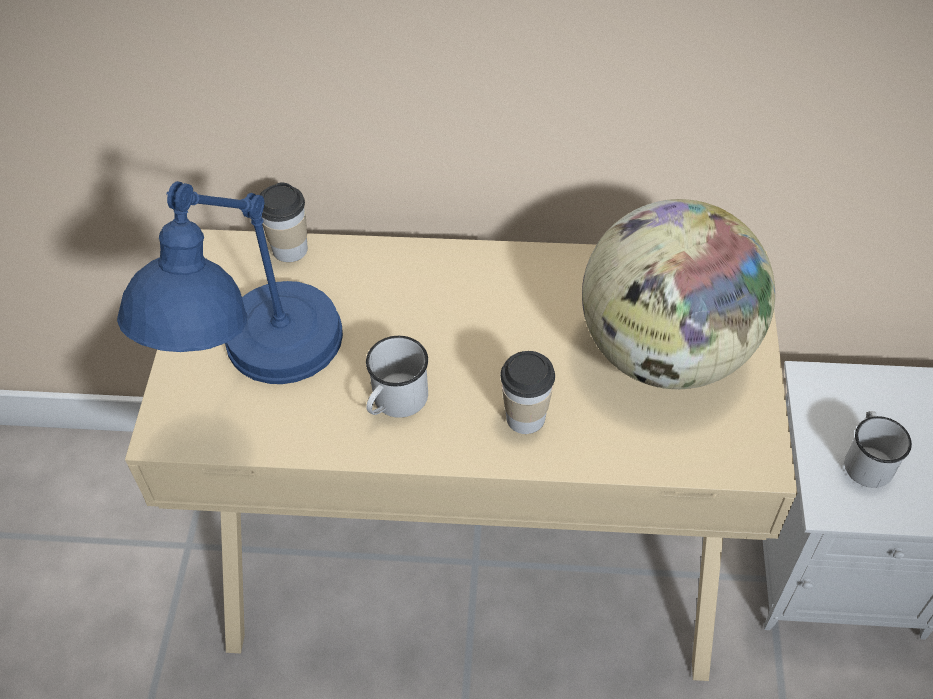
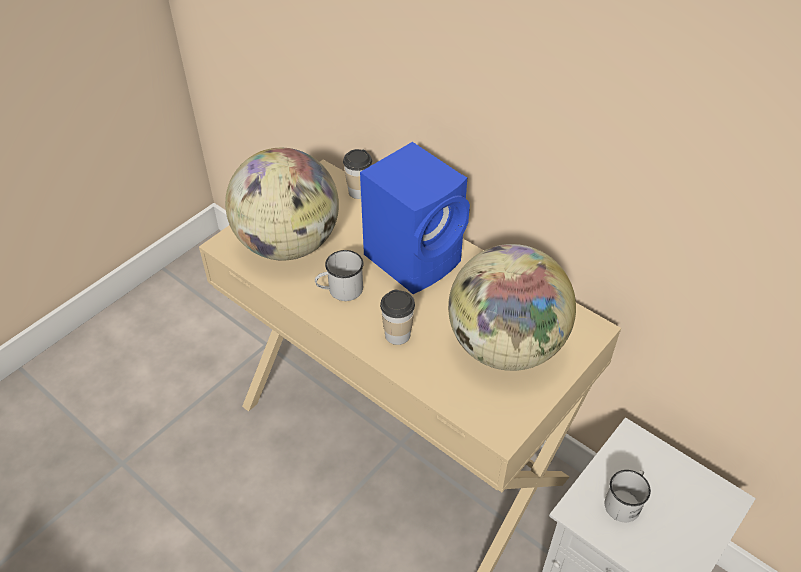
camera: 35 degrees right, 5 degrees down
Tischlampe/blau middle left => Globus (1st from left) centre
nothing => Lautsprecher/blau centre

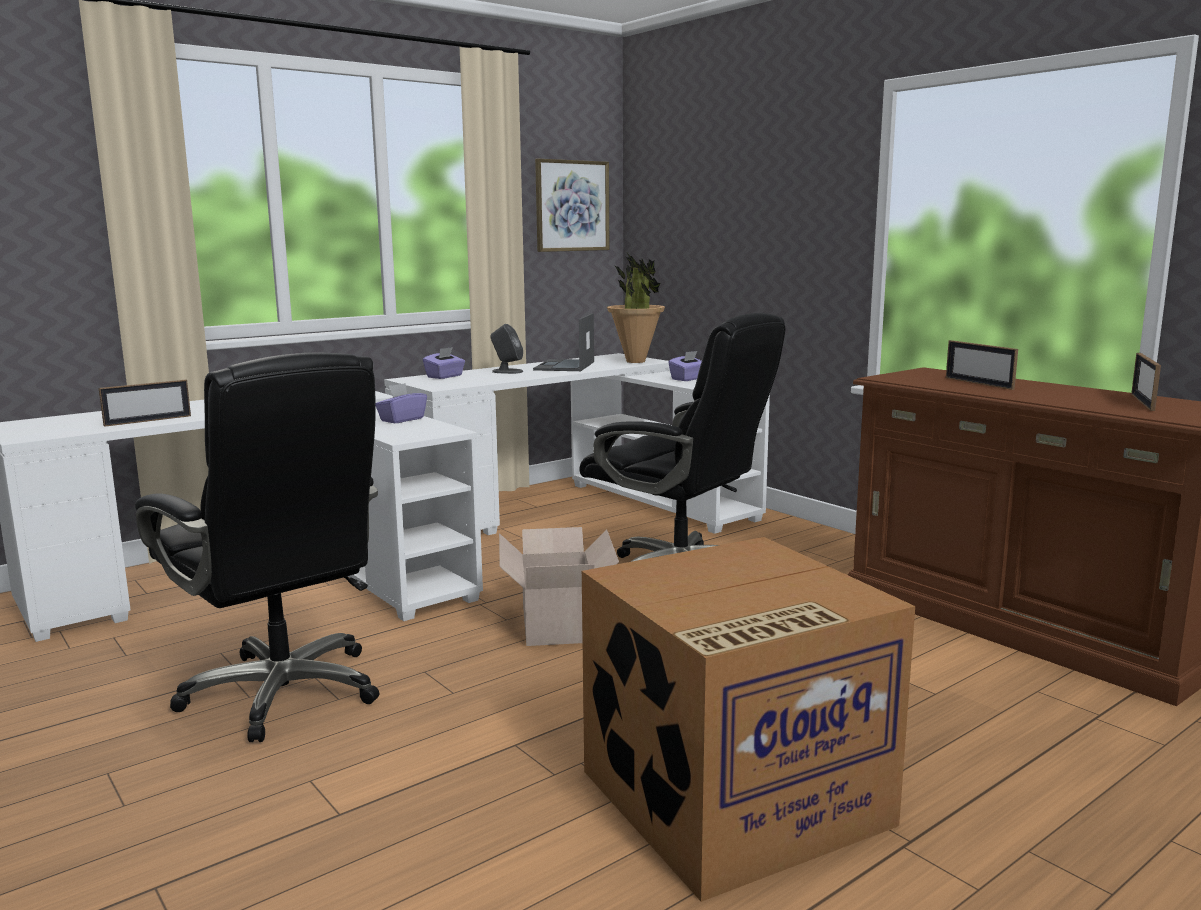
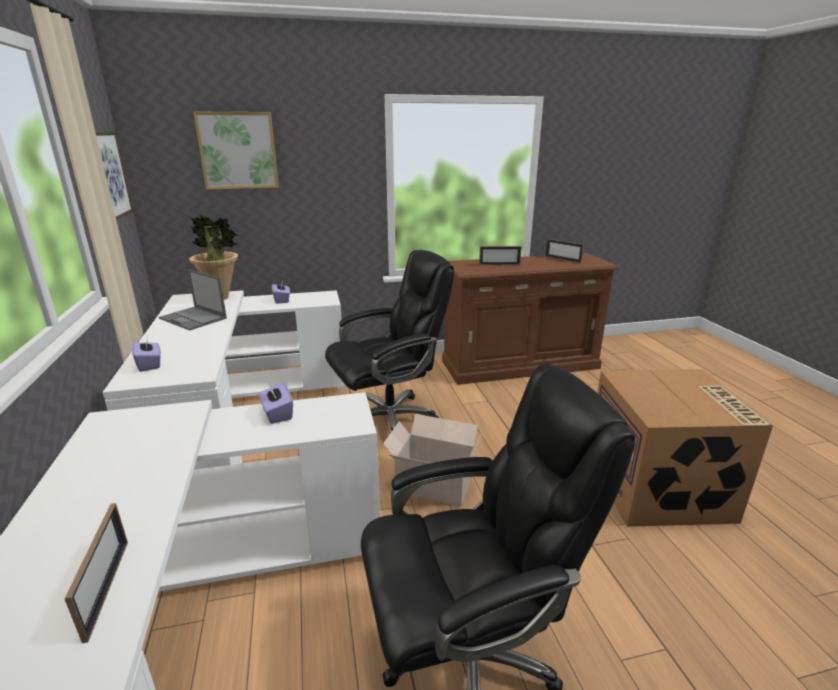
camera: 65 degrees left, 10 degrees up
Lautsprecher/grau centre => nothing
nothing => Bild (2nd from left) top left

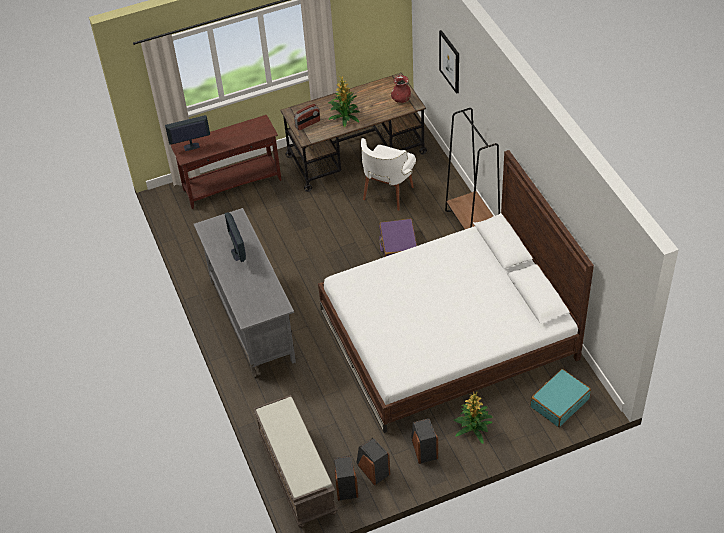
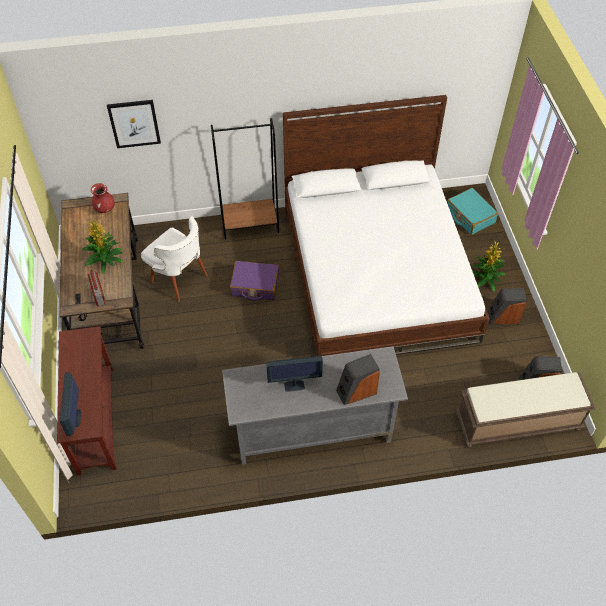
camera: 80 degrees left, 5 degrees up
Lautsprecher (2nd from left in the first image) bottom centre => Lautsprecher (1st from left) centre, move

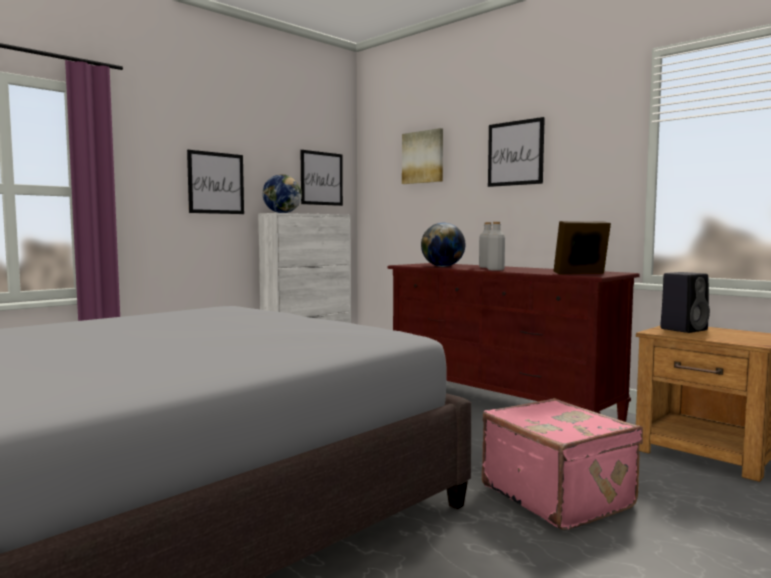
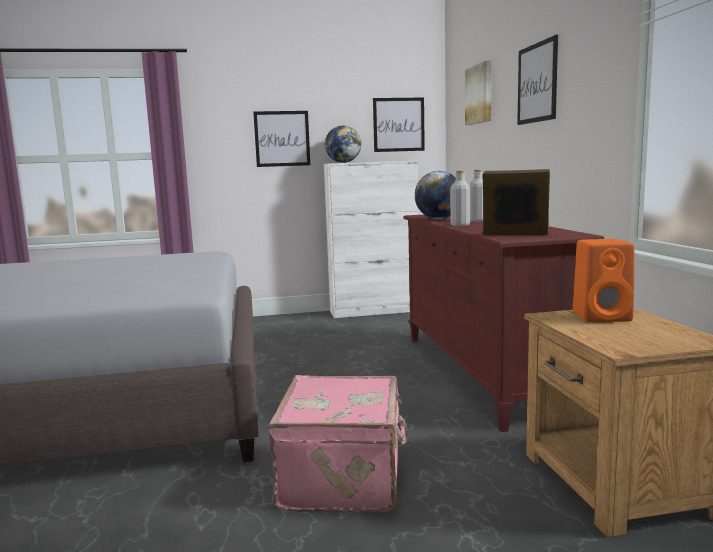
camera: 35 degrees right, 5 degrees up
Lautsprecher/schwarz middle right => Lautsprecher/orange middle right

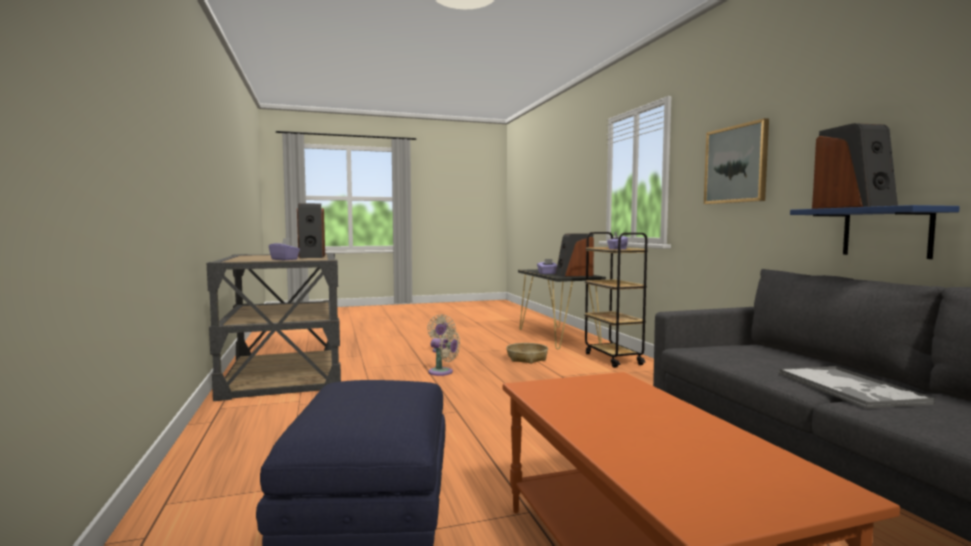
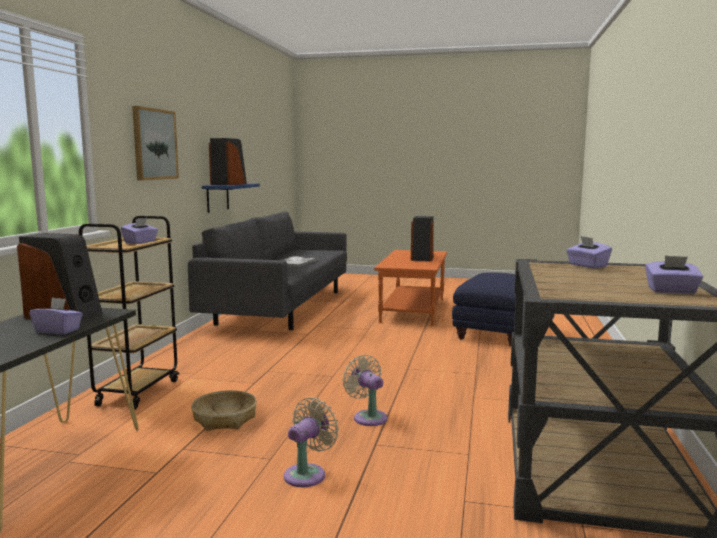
camera: 150 degrees left, 5 degrees up
Lautsprecher (1st from left in the first image) middle left => Lautsprecher (3rd from left) centre, move
nothing => Taschentuchbox/lila (4th from left) middle right

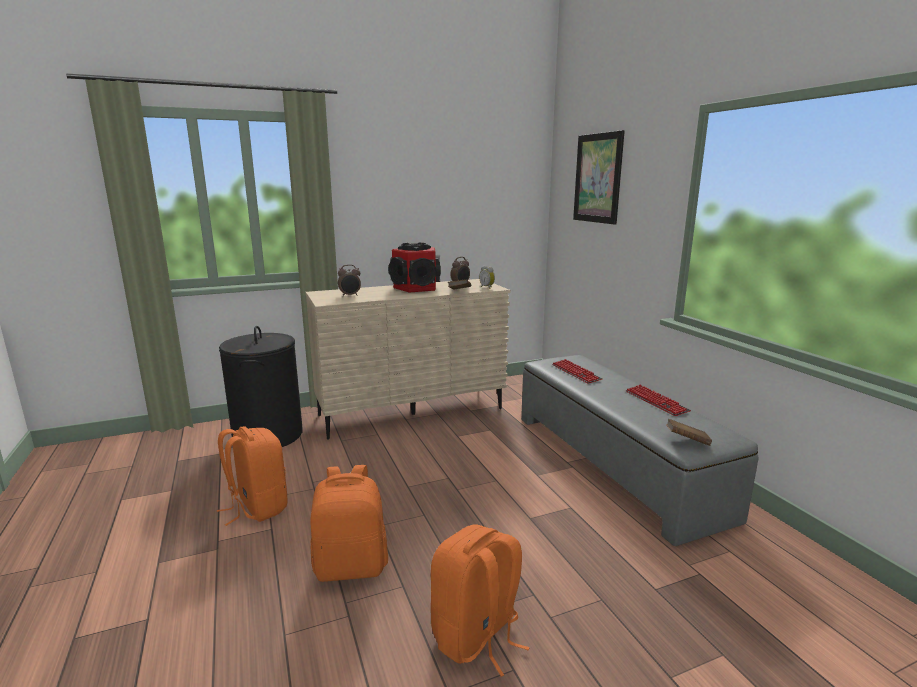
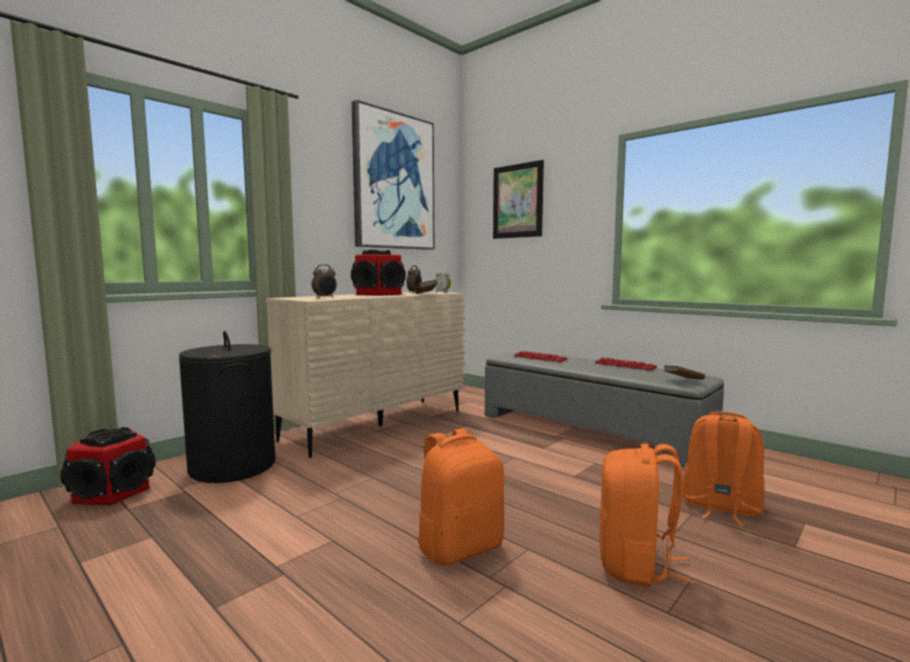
camera: 25 degrees left, 10 degrees down
Rucksack/orange (1st from left in the first image) bottom left => Rucksack/orange (3rd from left) bottom right, move
nothing => Bild (1st from left) top centre
nothing => Lautsprecher (1st from left) bottom left

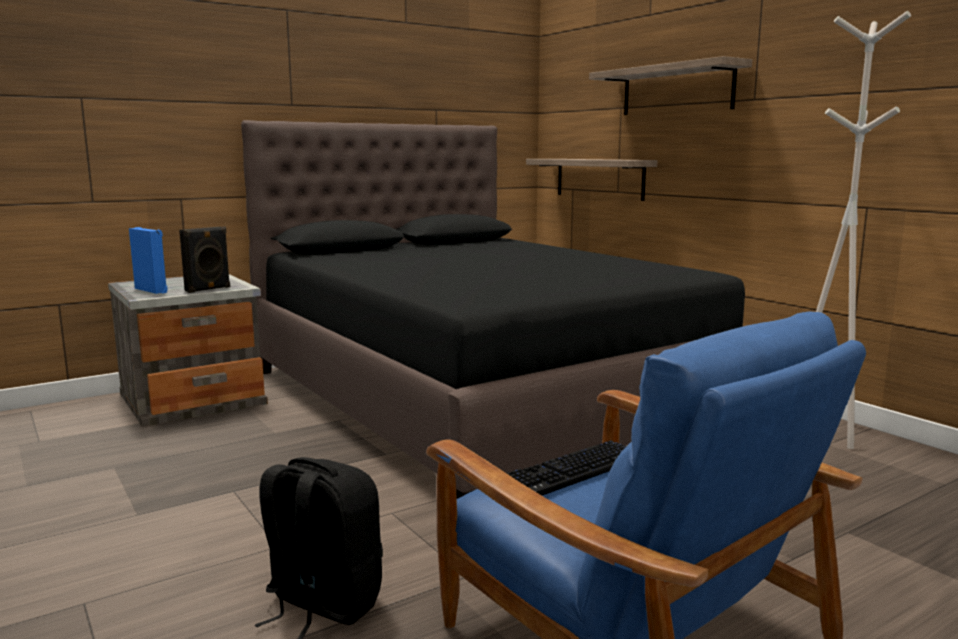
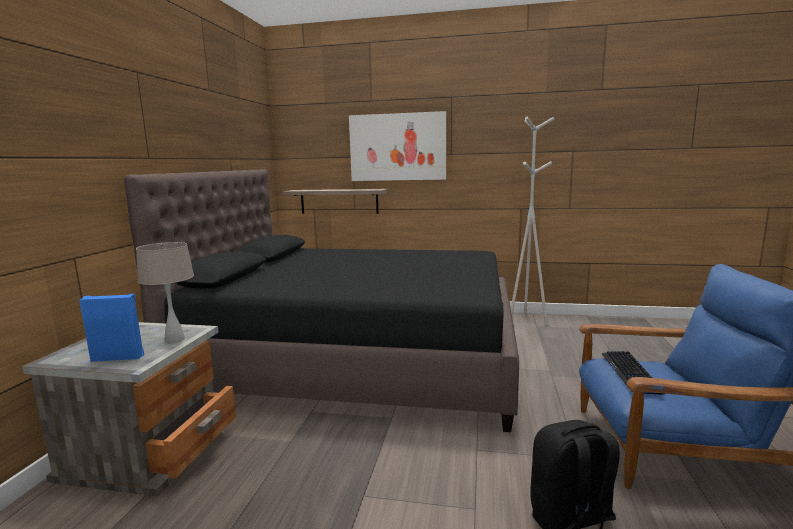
camera: 45 degrees left, 0 degrees up
Wandregal (2nd from left) top right => Bild top centre
Lautsprecher/schwarz middle left => Tischlampe/beige middle left

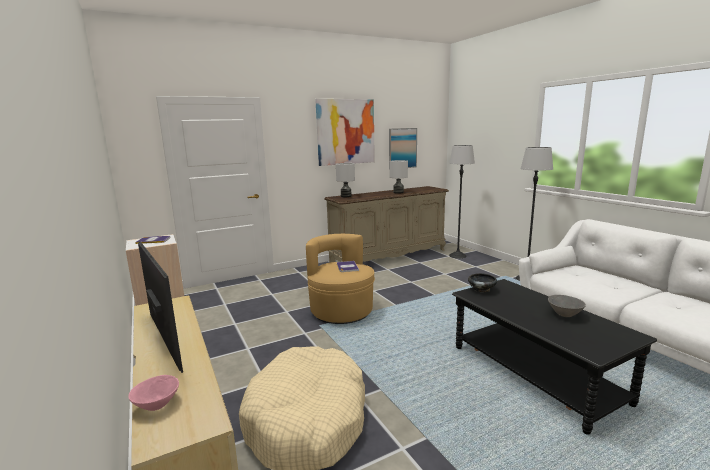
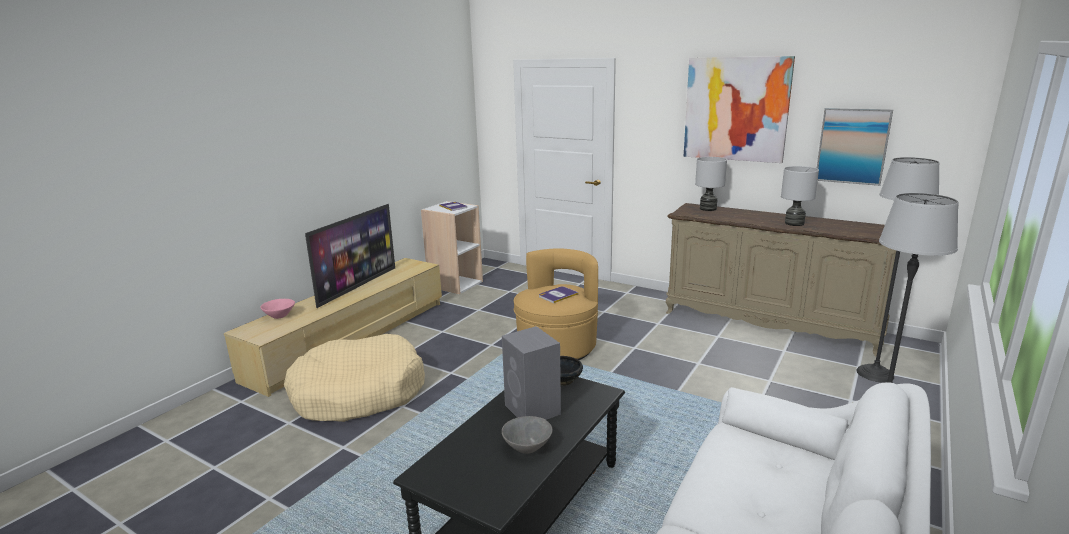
camera: 60 degrees right, 5 degrees up
nothing => Lautsprecher/grau bottom centre

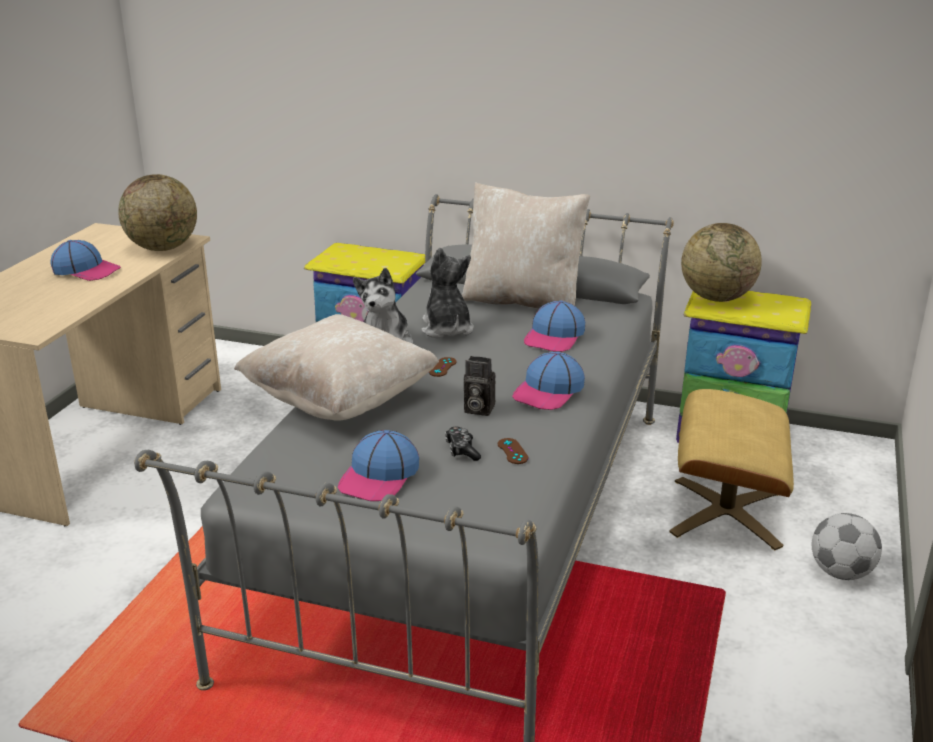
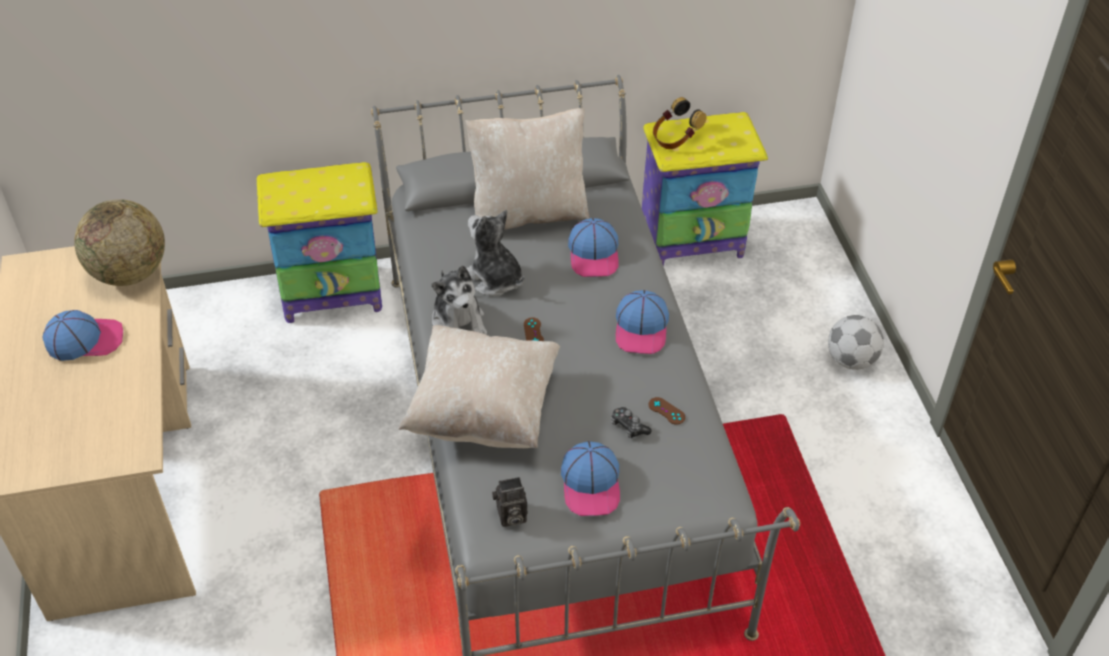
camera: 30 degrees left, 20 degrees up
Globus (2nd from left) middle right => Kopfhörer top centre
Kamera centre => Kamera bottom centre, move
Polsterhocker/beige middle right => nothing

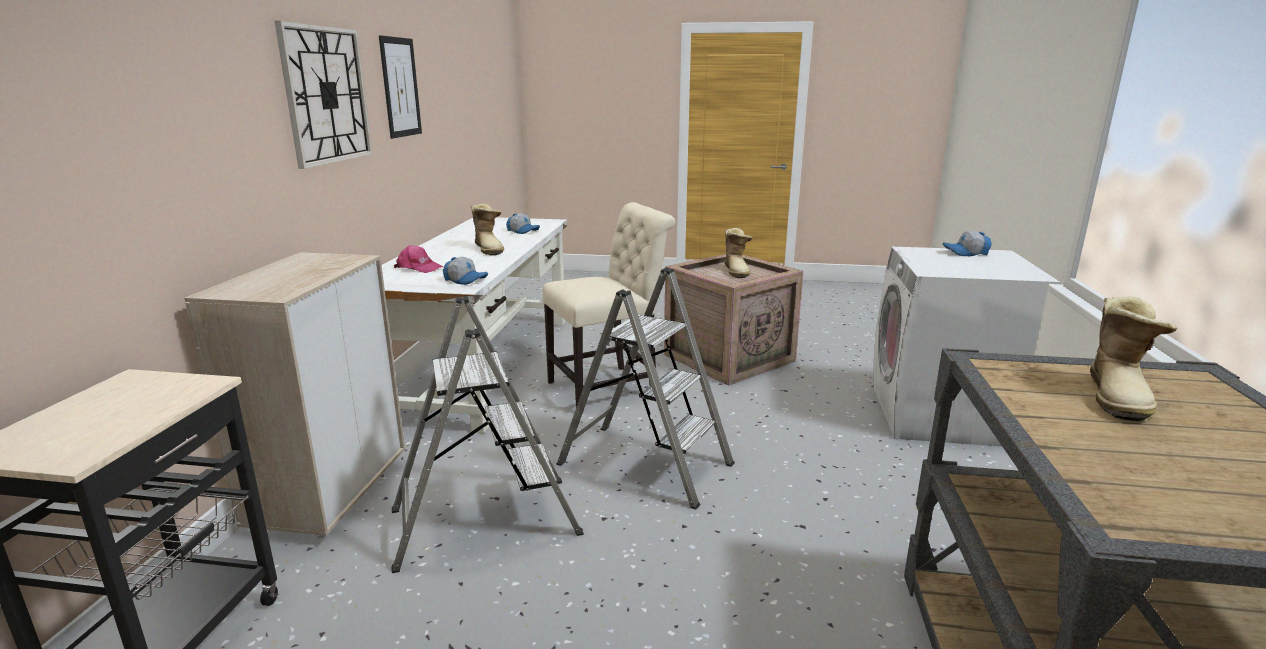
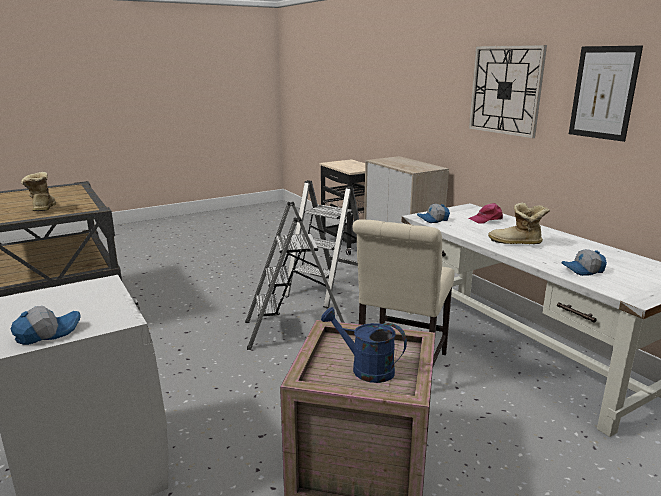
camera: 140 degrees right, 0 degrees up
Stiefel (2nd from left) centre => Gießkanne/blau bottom centre

